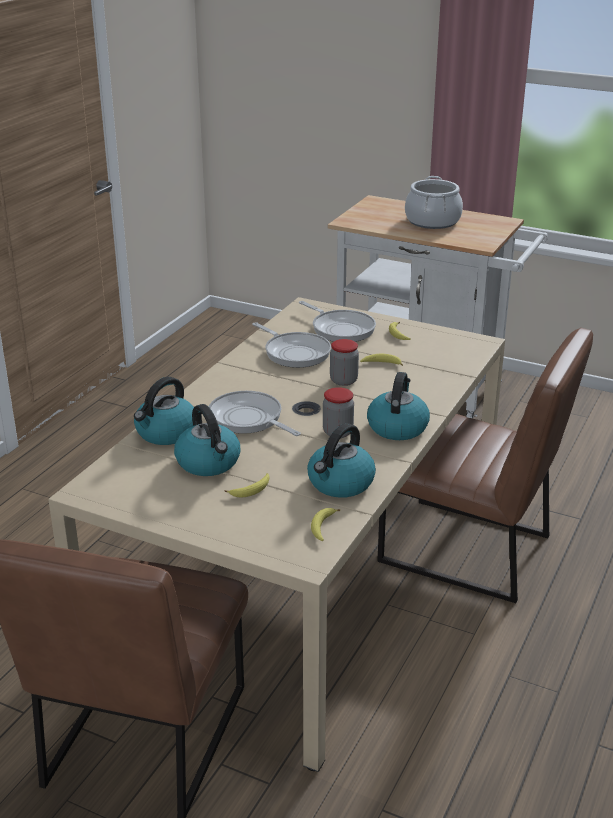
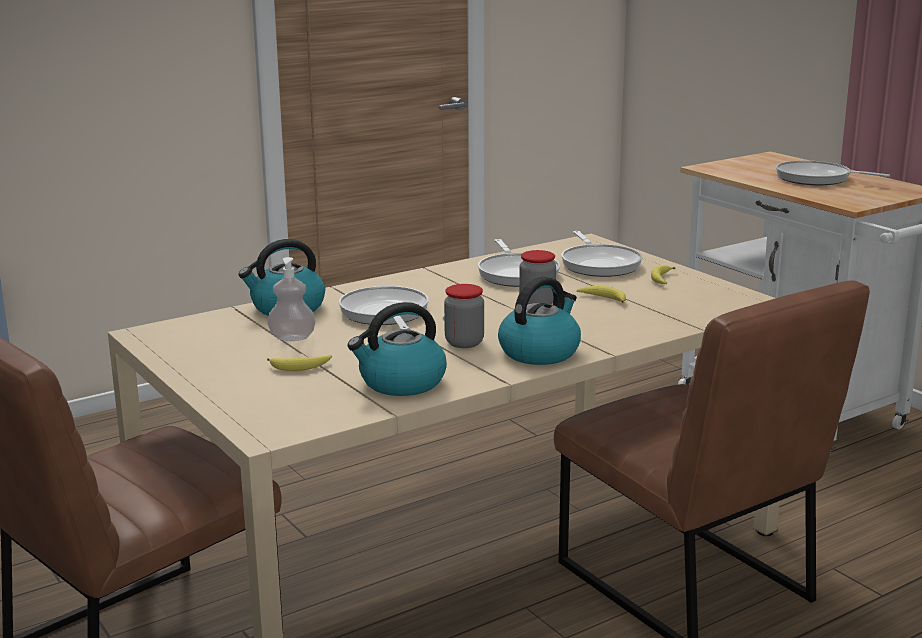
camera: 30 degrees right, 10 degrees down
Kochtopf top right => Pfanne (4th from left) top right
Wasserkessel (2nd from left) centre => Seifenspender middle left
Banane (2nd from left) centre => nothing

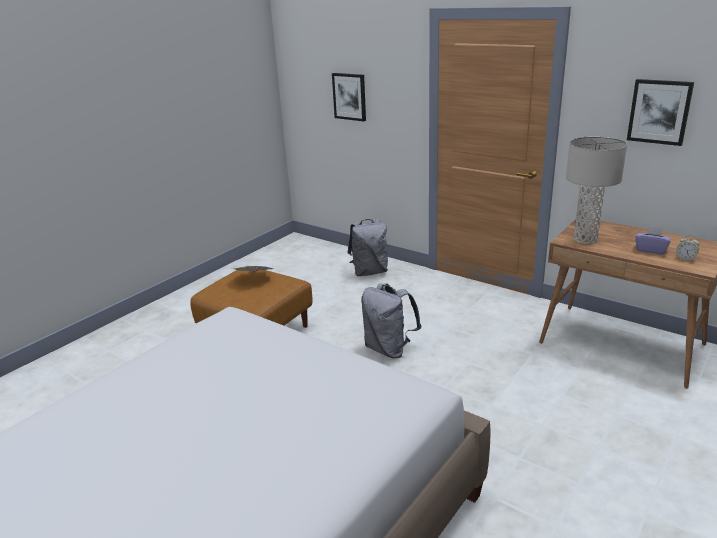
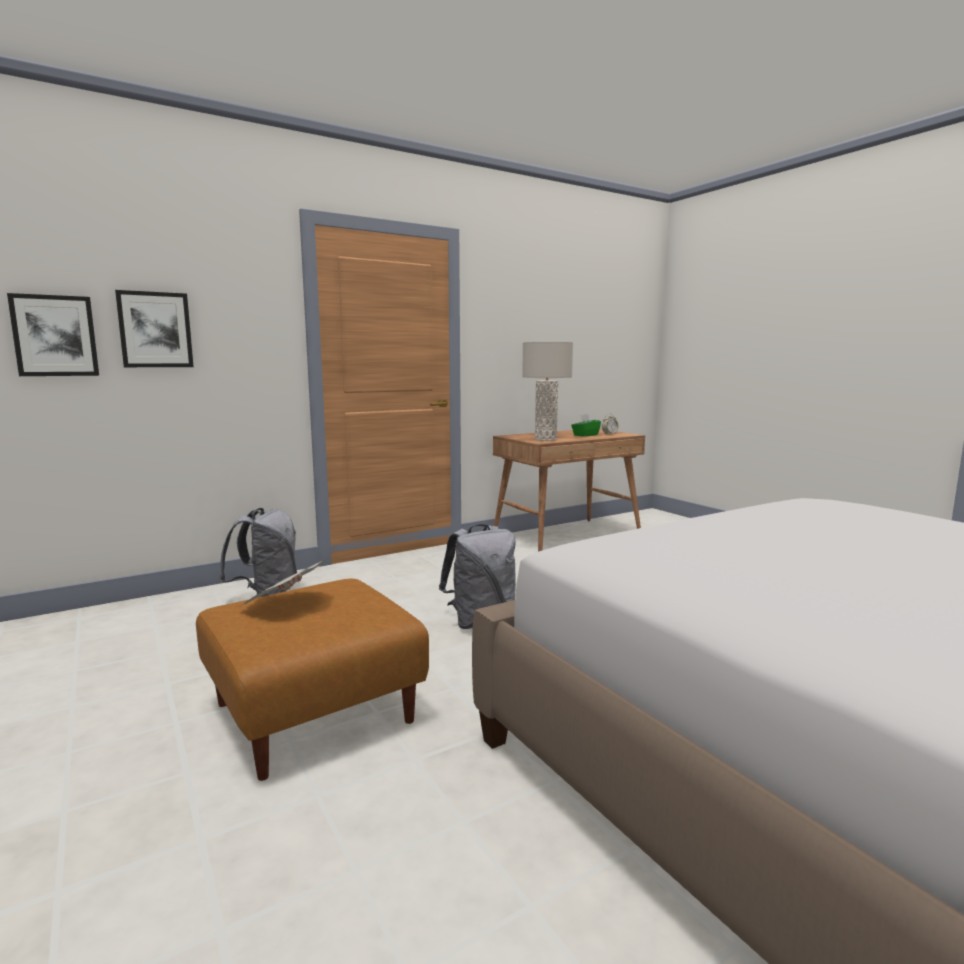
camera: 70 degrees left, 15 degrees down
Bild (2nd from left in the first image) top right => Bild (1st from left) middle left, move
Taschentuchbox/lila middle right => Taschentuchbox/grün centre

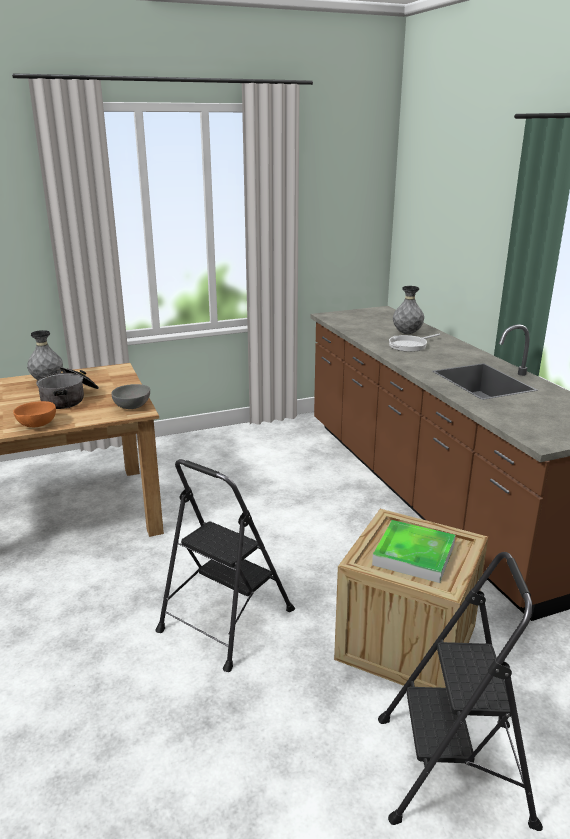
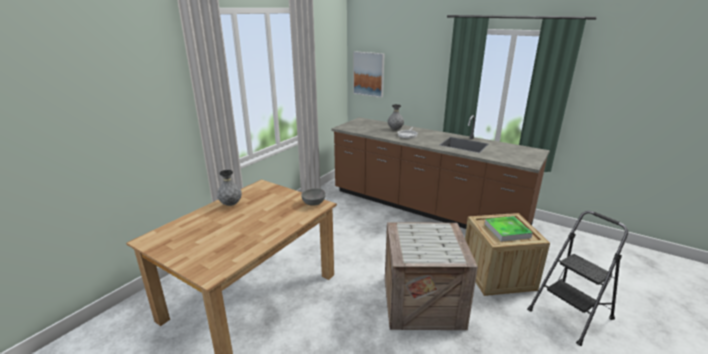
camera: 35 degrees left, 0 degrees up
Kochtopf middle left => nothing
Schüssel/orange middle left => nothing
Trittleiter/schwarz (1st from left) bottom centre => Kiste (1st from left) bottom centre
nothing => Bild top centre

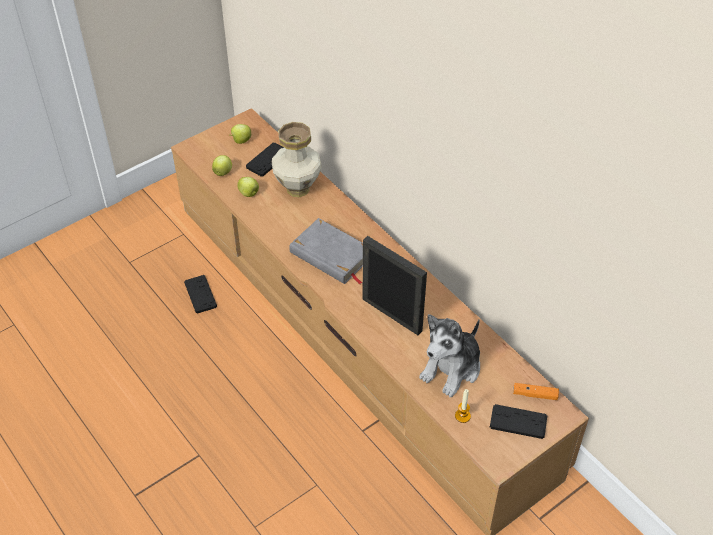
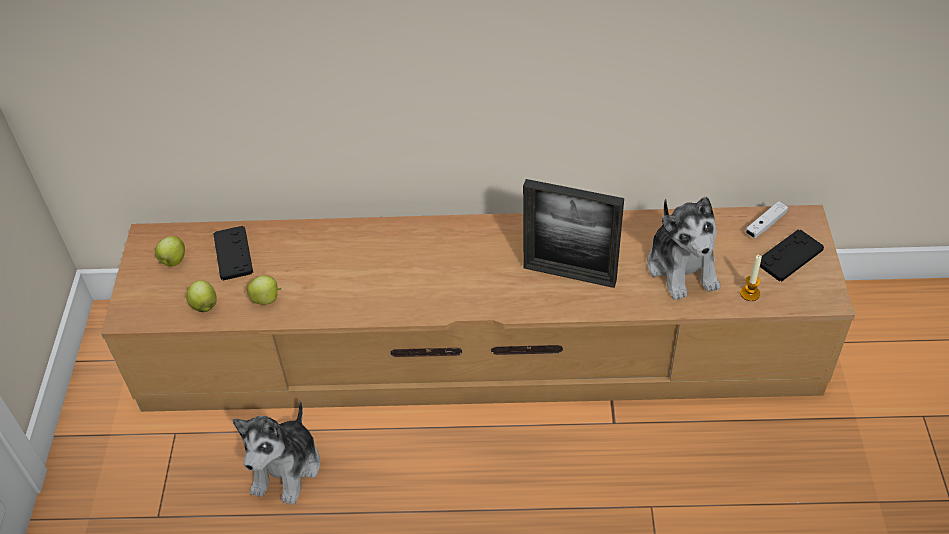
camera: 50 degrees left, 0 degrees up
Vase top centre => nothing
Buch/grau centre => nothing
Bilderrahmen centre, 150 degrees counterclockwise
Gamepad/schwarz (1st from left) middle left => Plüschtier (1st from left) bottom left
Gamepad/orange bottom right => Gamepad/weiß middle right

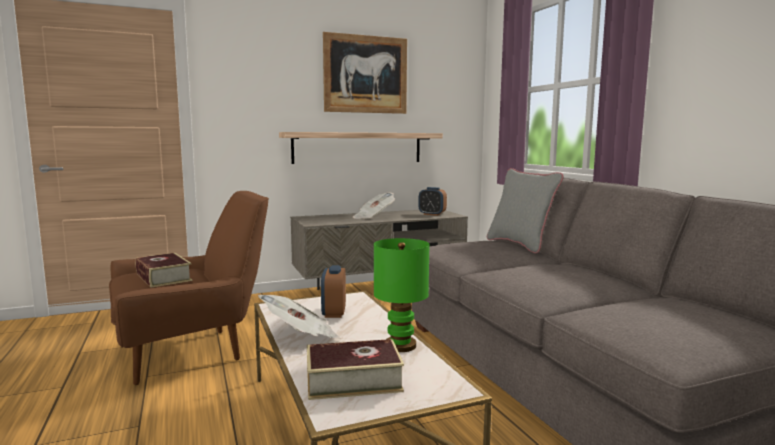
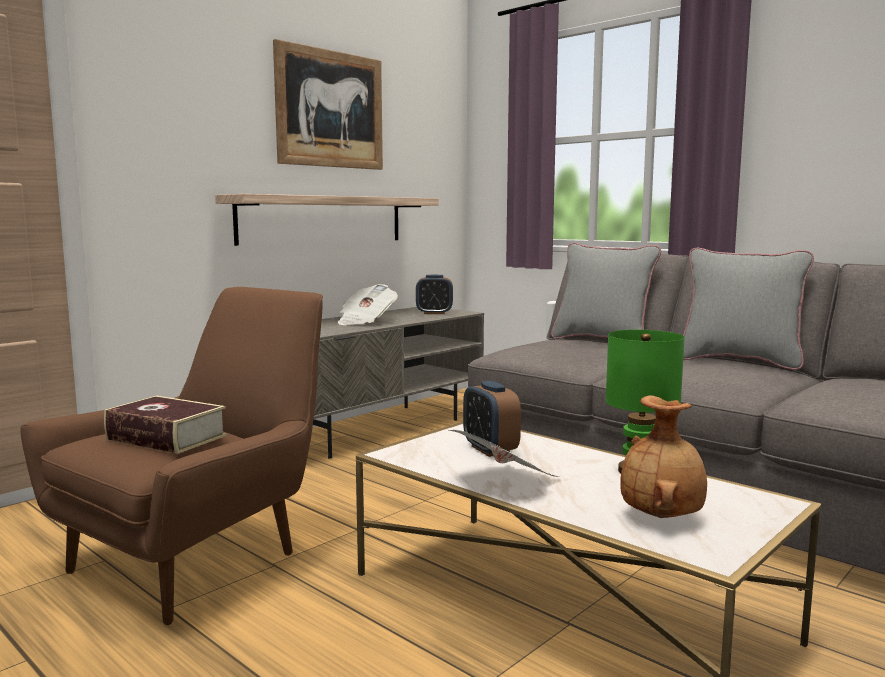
camera: 25 degrees left, 0 degrees up
Buch (2nd from left) bottom centre => Vase/braun bottom right
nothing => Kissen/grau (2nd from left) middle right

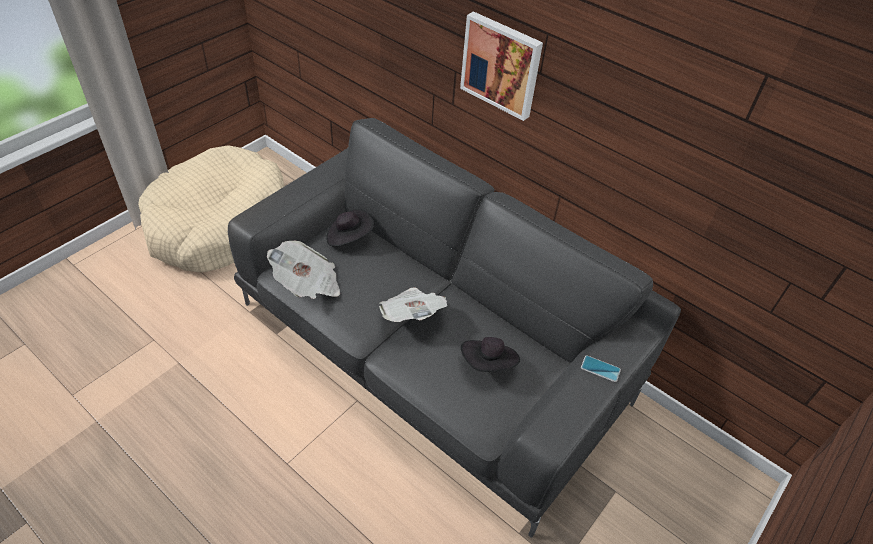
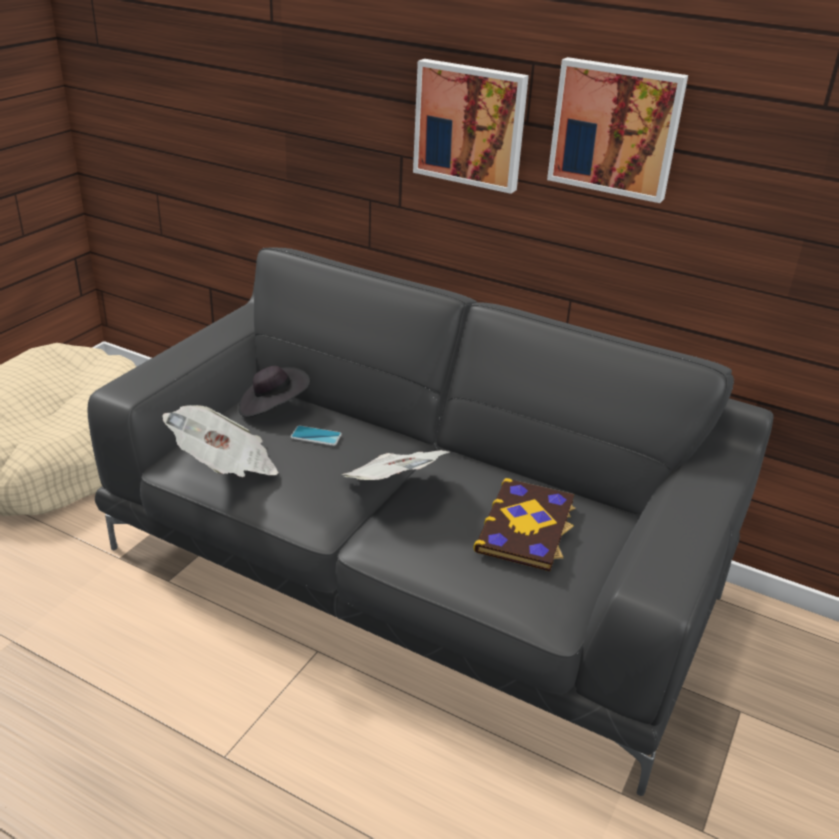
camera: 10 degrees left, 15 degrees down
Hut/schwarz (2nd from left) centre => Buch centre
Handy bottom right => Handy centre, move
nothing => Bild (2nd from left) top right

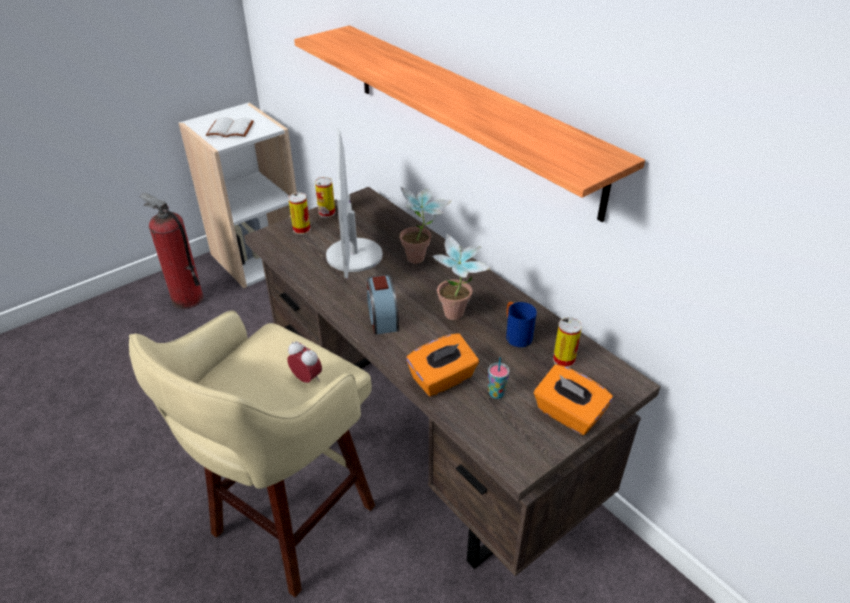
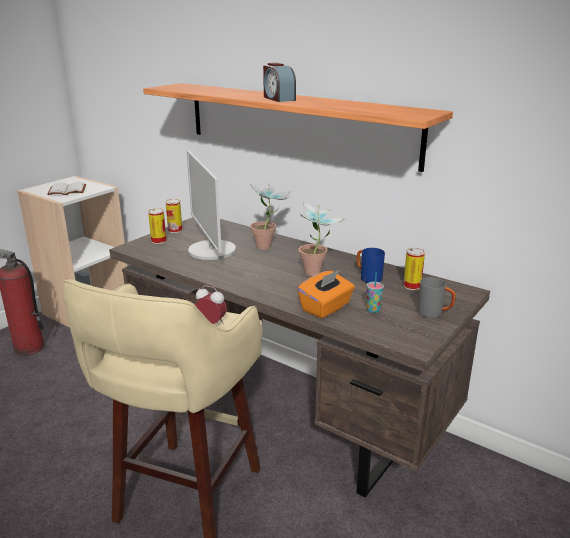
camera: 15 degrees left, 15 degrees down
Wecker (2nd from left) centre => Wecker (2nd from left) top centre, move
Taschentuchbox/orange (2nd from left) middle right => Henkelbecher/grau middle right

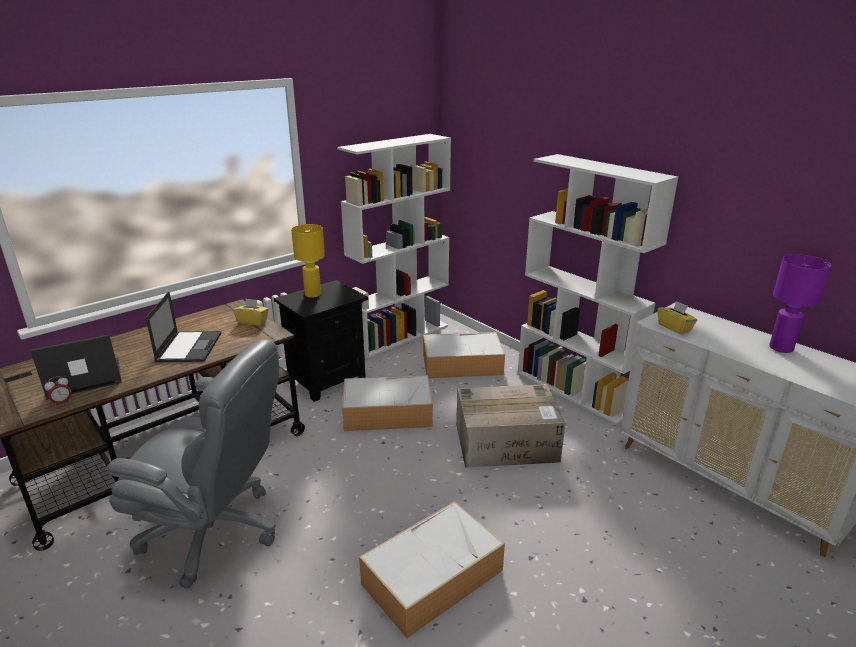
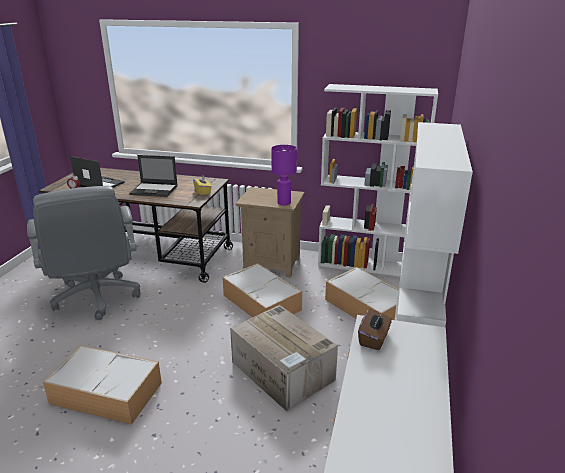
camera: 55 degrees right, 0 degrees up
Tischlampe/gelb centre => nothing
Tischlampe/lila middle right => Tischlampe/lila centre, move
Nachttisch/schwarz centre => Nachttisch/beige centre
Laptop (2nd from left) middle left, 45 degrees clockwise
Taschentuchbox/gelb (2nd from left) middle right => Taschentuchbox/braun bottom centre

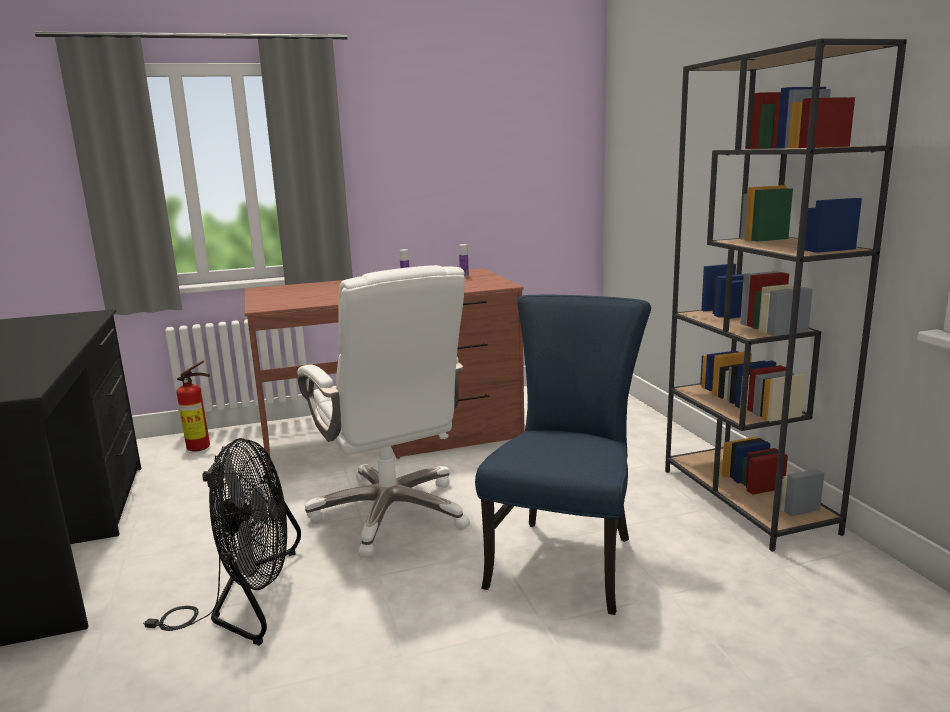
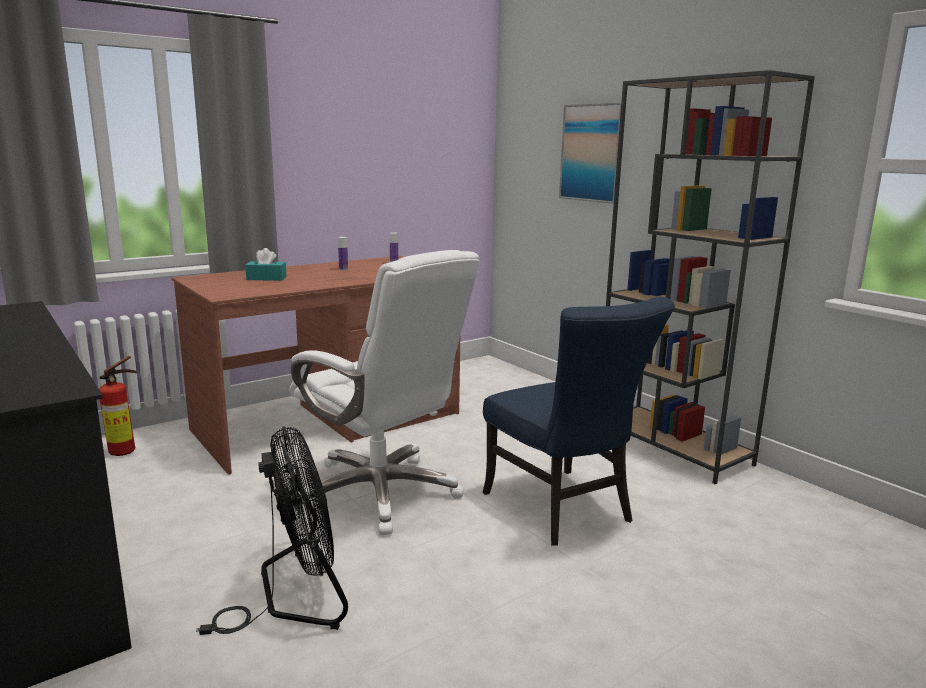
camera: 20 degrees left, 0 degrees up
Stuhl/blau centre, 150 degrees clockwise
nothing => Bild top centre
nothing => Taschentuchbox/türkis middle left

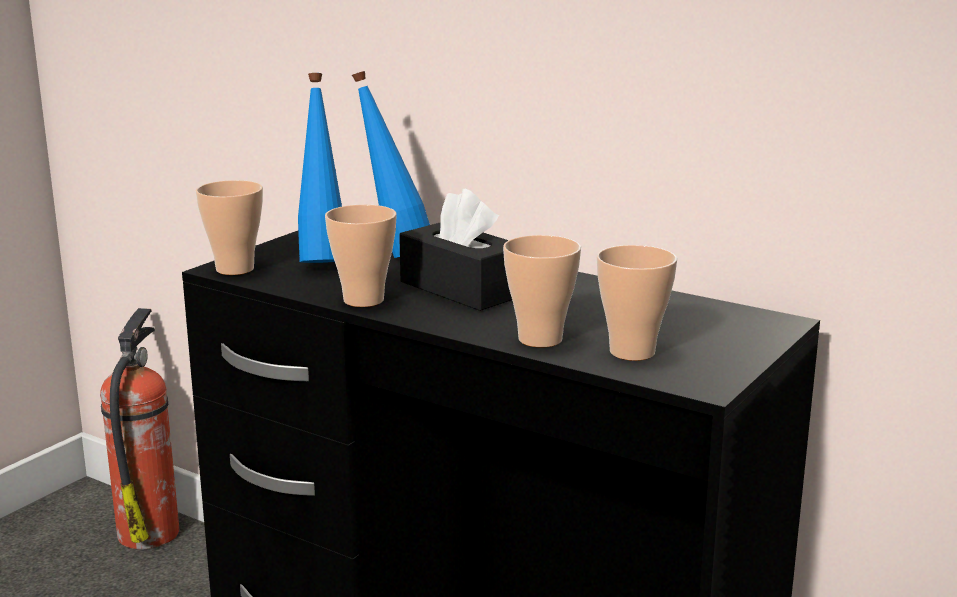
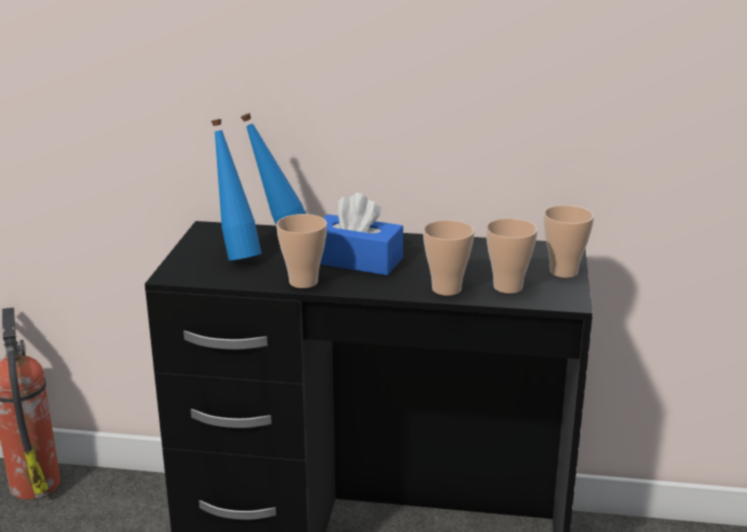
camera: 25 degrees left, 5 degrees up
Tasse (1st from left in the first image) middle left => Tasse (4th from left) middle right, move
Taschentuchbox/schwarz centre => Taschentuchbox/blau centre

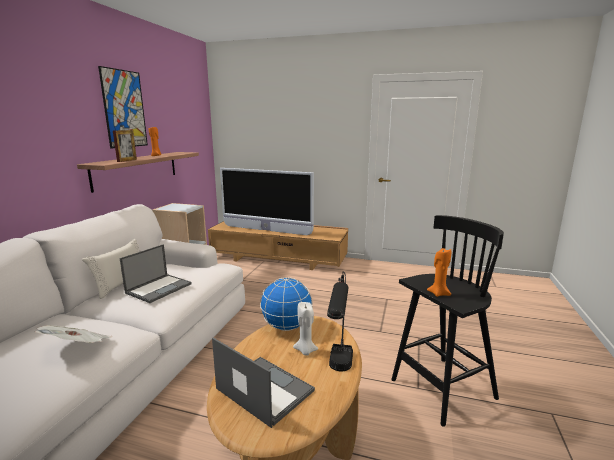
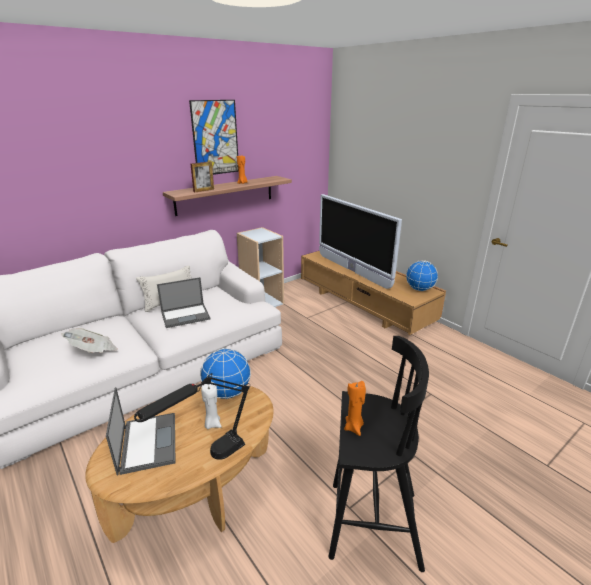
camera: 35 degrees right, 10 degrees up
nothing => Globus (2nd from left) middle right

